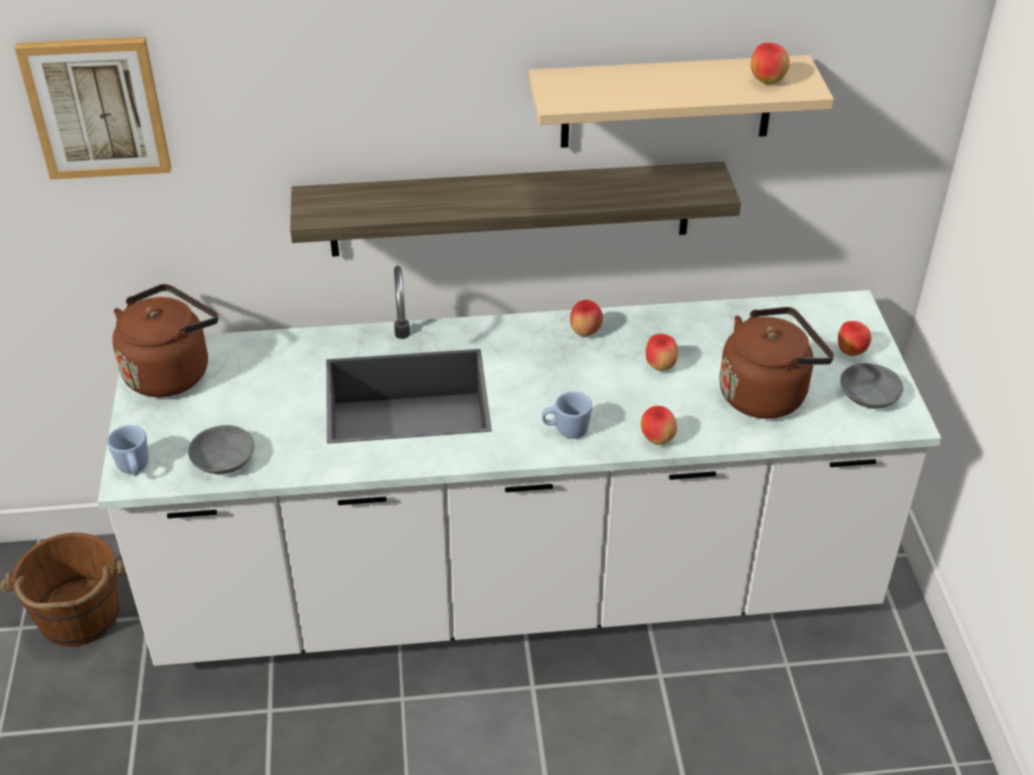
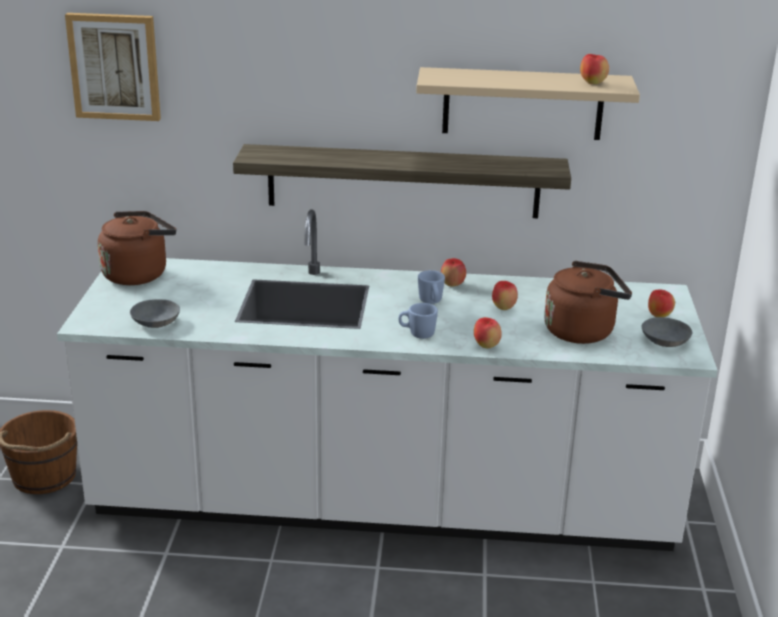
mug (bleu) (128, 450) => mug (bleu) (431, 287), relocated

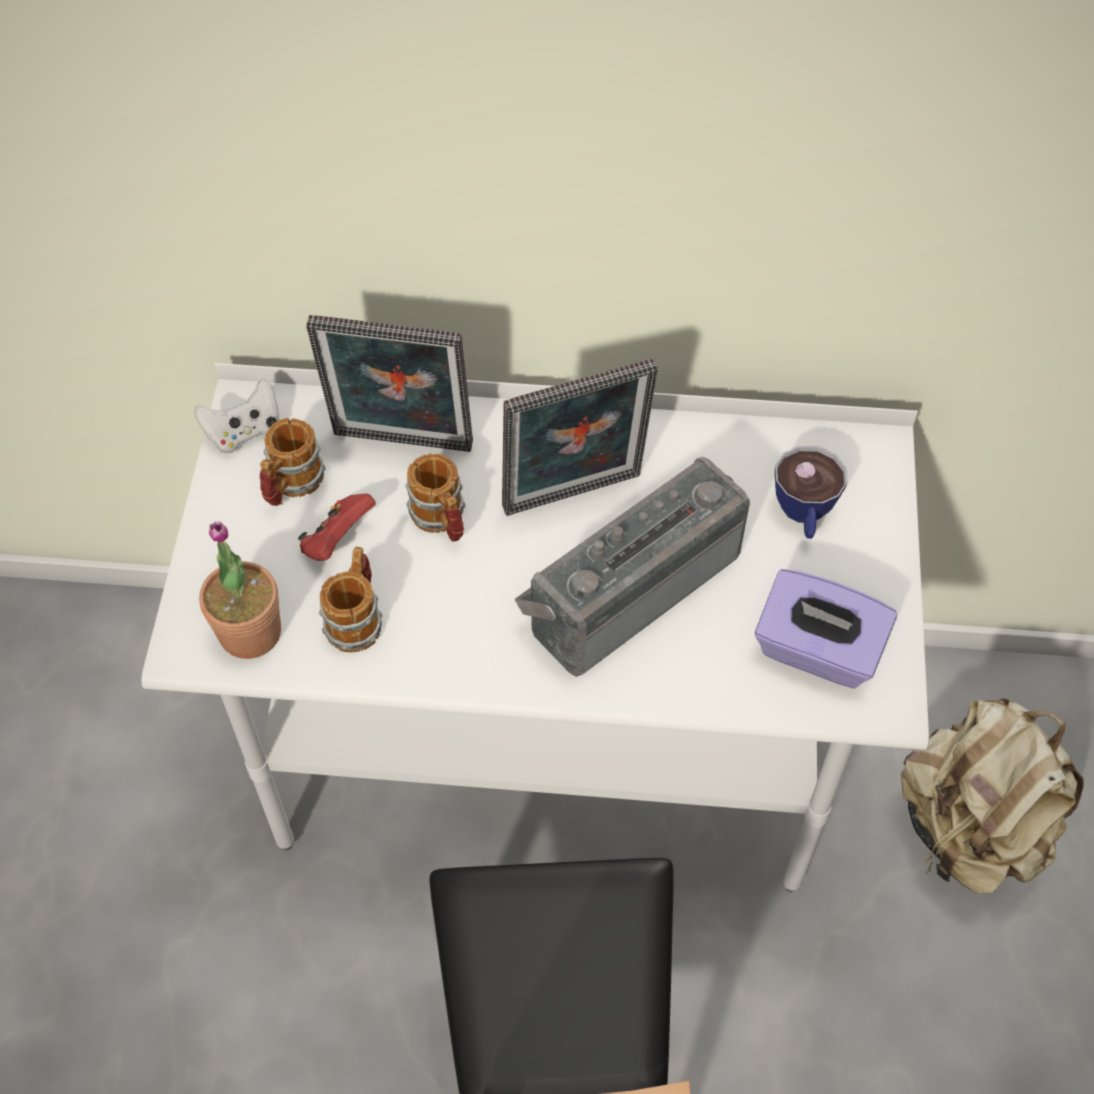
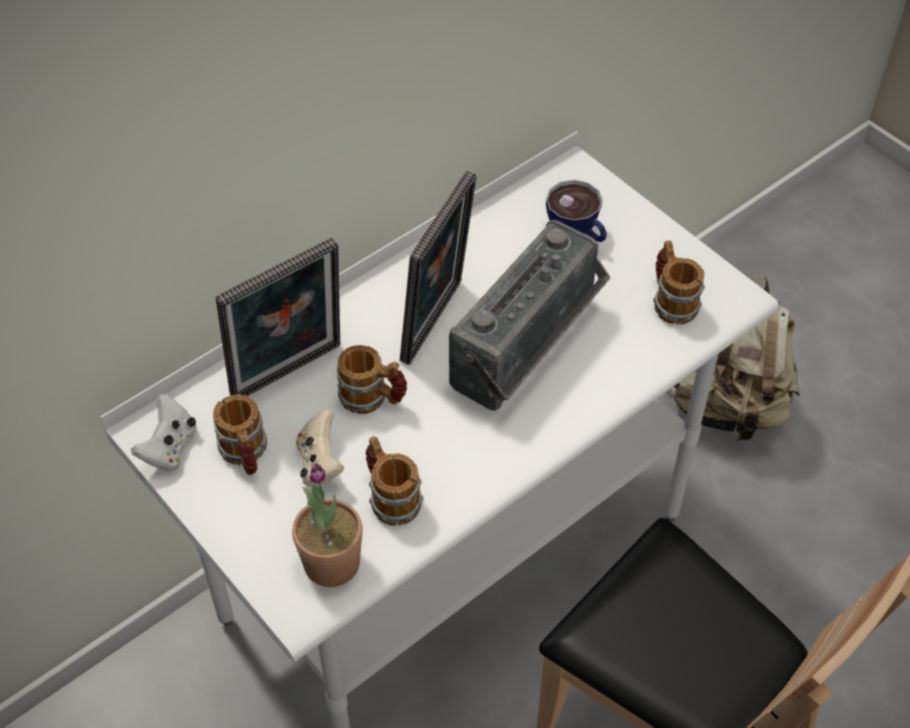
manette (rouge) (337, 527) => manette (beige) (320, 448)
radio (632, 567) => radio (529, 315), 150 degrees counterclockwise
boîte à mouchoirs (violet) (826, 628) => mug (679, 282)

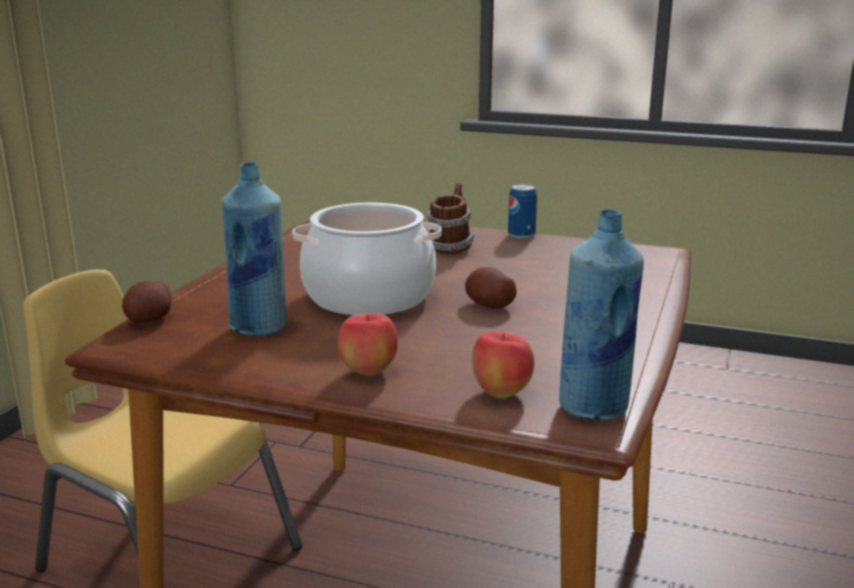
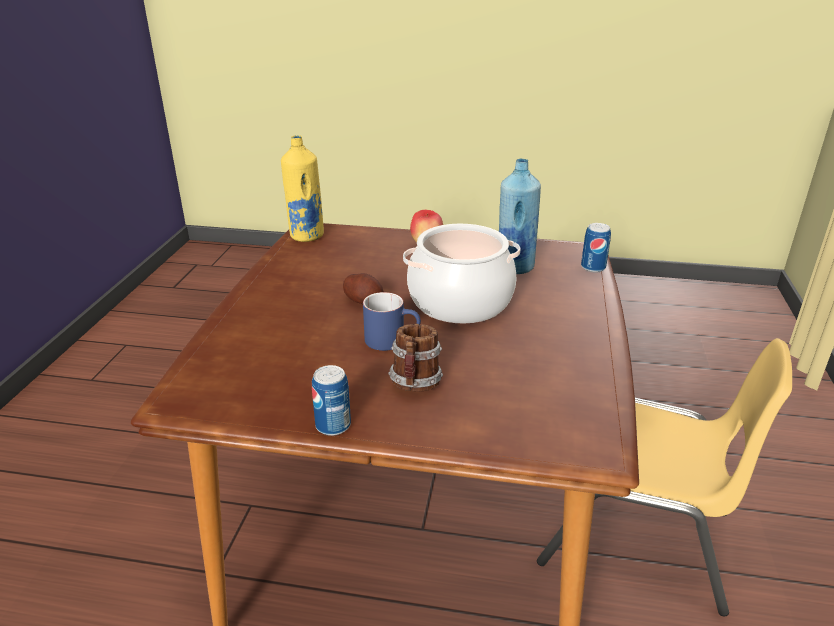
pomme de terre (147, 302) => boîte métallique (596, 248)
pomme (503, 365) => nothing
bouteille (bleu) (601, 315) => bouteille (jaune) (302, 188)
nothing => mug (bleu) (392, 321)

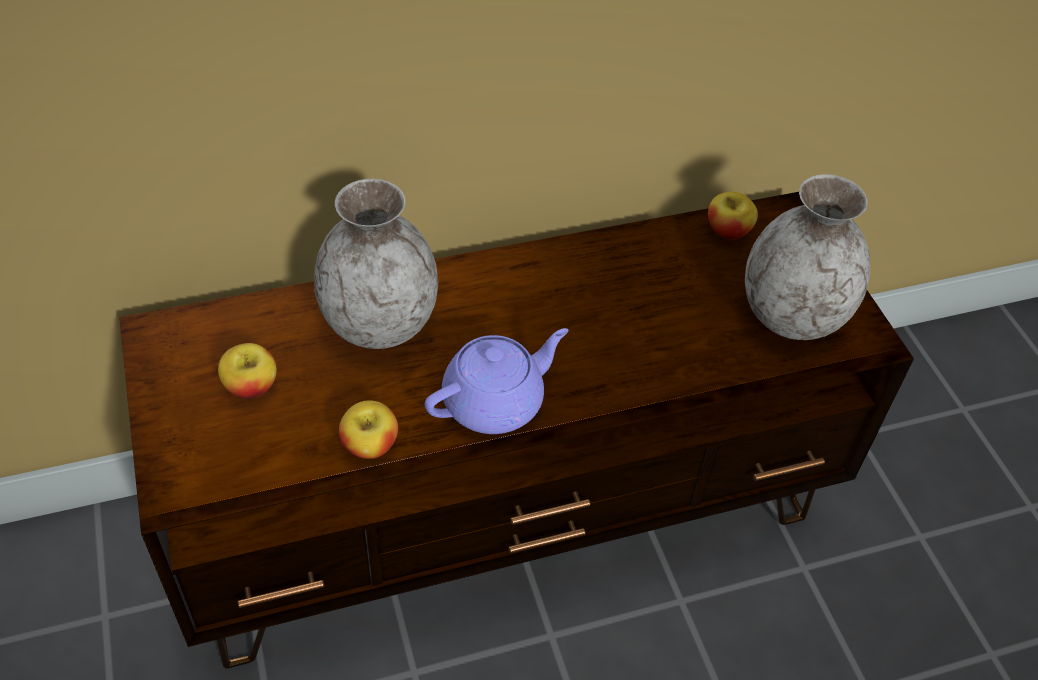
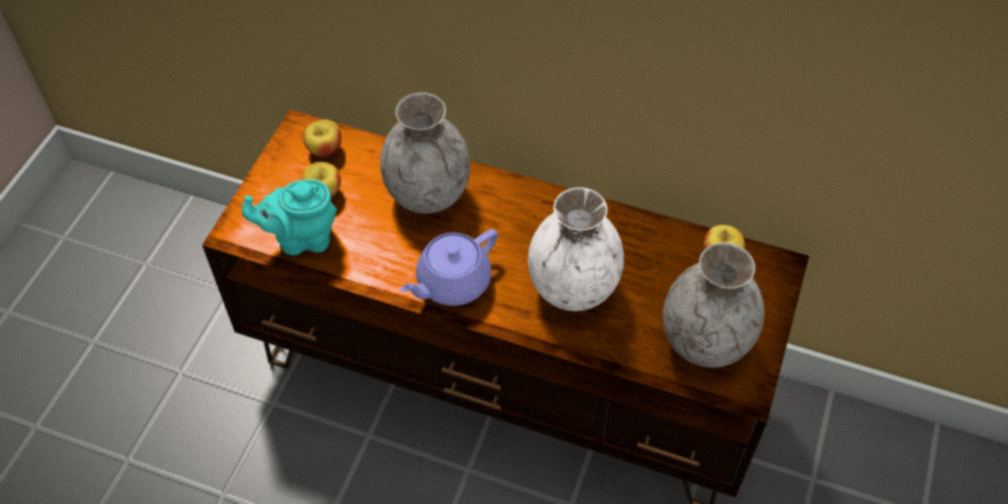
pomme (368, 429) => pomme (322, 138), relocated
théière (violet) (496, 381) => théière (violet) (449, 267), 135 degrees clockwise
nothing => théière (turquoise) (289, 217)
nothing => vase (blanc) (576, 249)

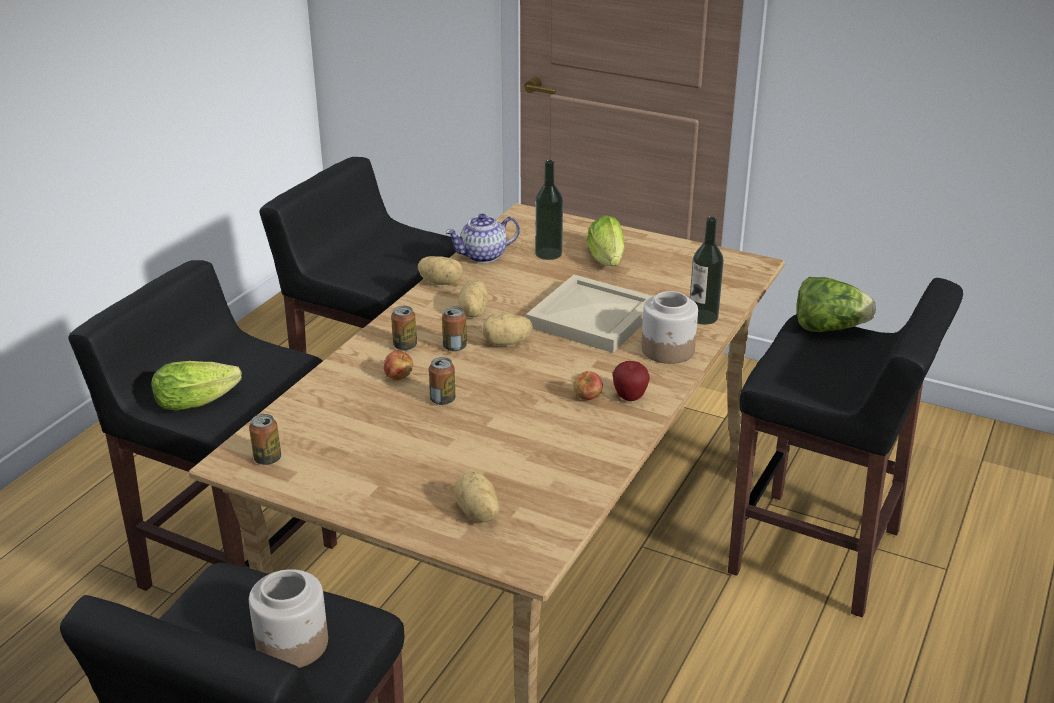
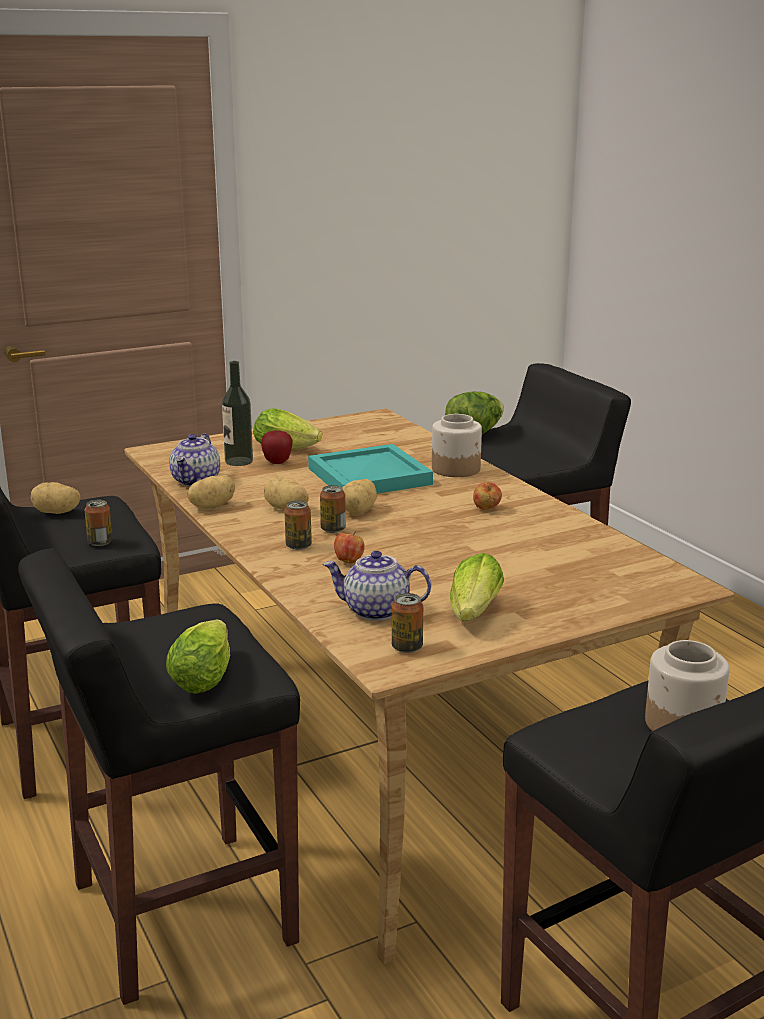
boîte métallique (442, 381) => boîte métallique (98, 523), relocated
pomme de terre (477, 497) => pomme de terre (56, 498), relocated
plateau (beige) (589, 314) => plateau (turquoise) (370, 469)
pomme (631, 381) => pomme (277, 447), relocated
bouteille (707, 271) => nothing
nothing => théière (377, 586)
nothing => laitue (477, 587)

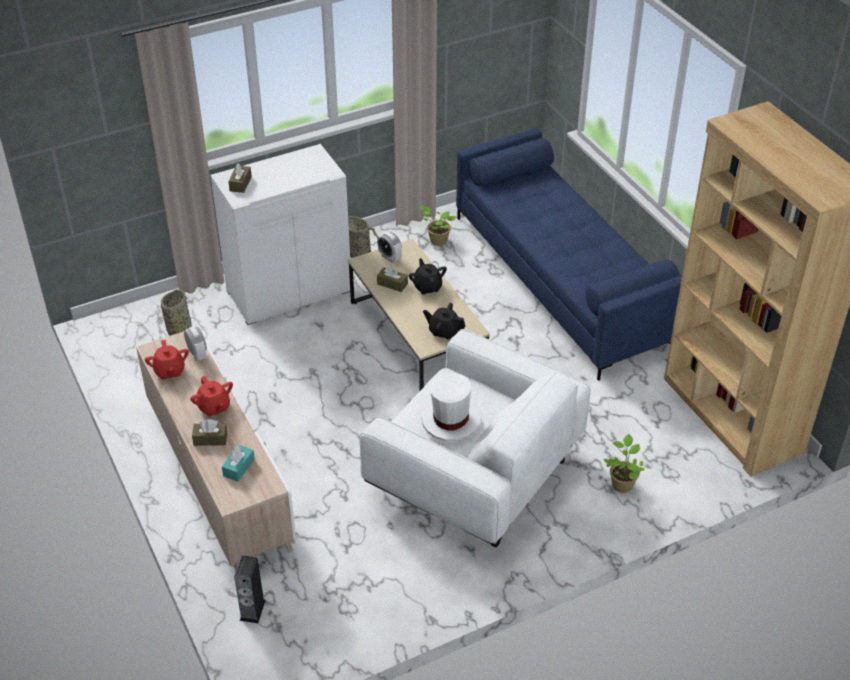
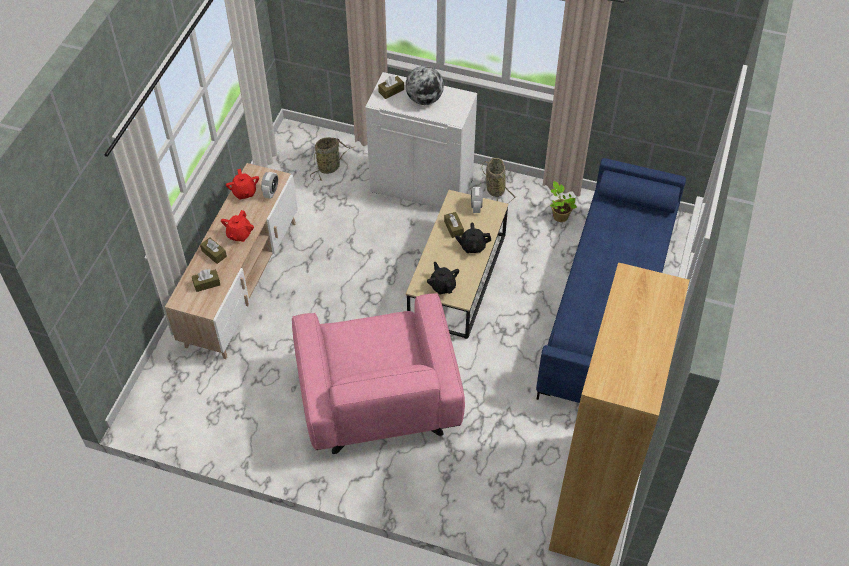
théière (rouge) (167, 360) => théière (rouge) (242, 184), 45 degrees counterclockwise
boîte à mouchoirs (turquoise) (238, 463) => boîte à mouchoirs (marron) (206, 280)
enceinte (250, 589) => nothing
fauteuil (blanc) (475, 438) => fauteuil (rose) (378, 373)
théière (noir) (428, 276) => théière (noir) (473, 238), 120 degrees counterclockwise
chapeau (blanc) (451, 407) => nothing
plante en pot (624, 463) => nothing
nothing => globe (424, 85)

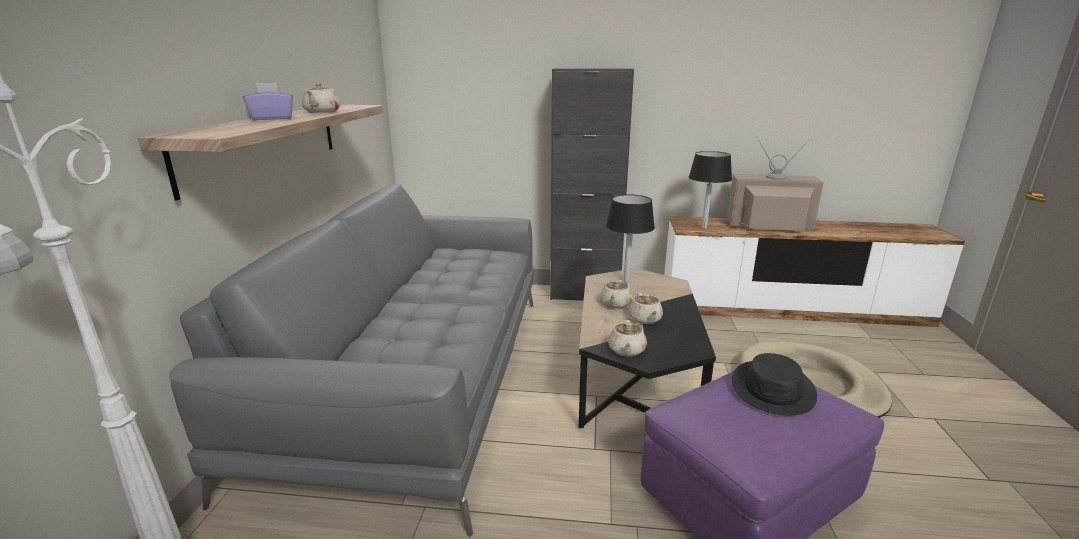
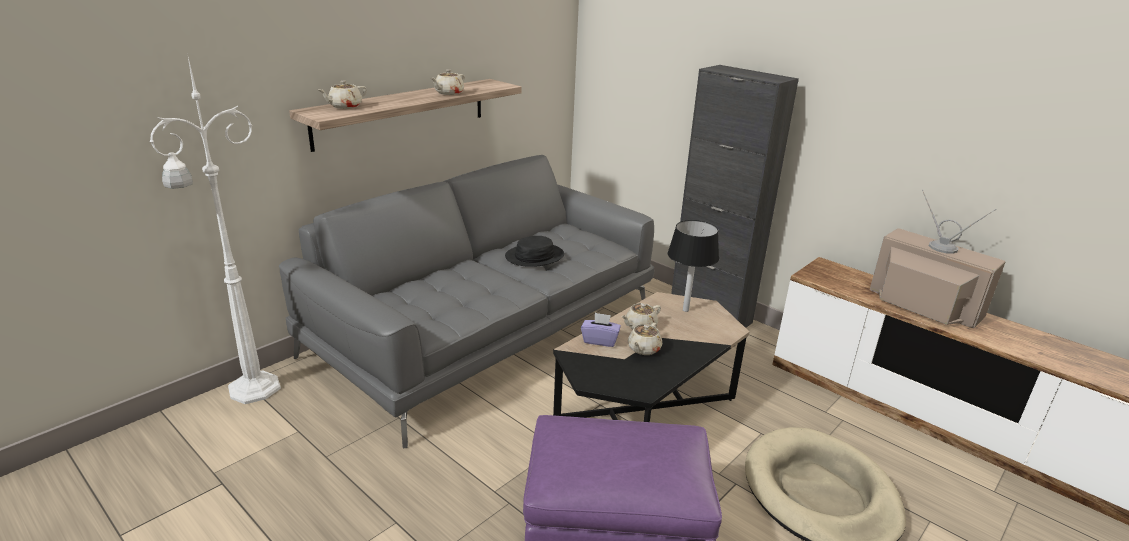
boîte à mouchoirs (violet) (268, 101) => boîte à mouchoirs (violet) (601, 330), relocated
théière (beige) (627, 338) => théière (beige) (342, 95), relocated
lampe de table (noir) (710, 189) => nothing
chapeau (noir) (774, 384) => chapeau (noir) (534, 251), relocated

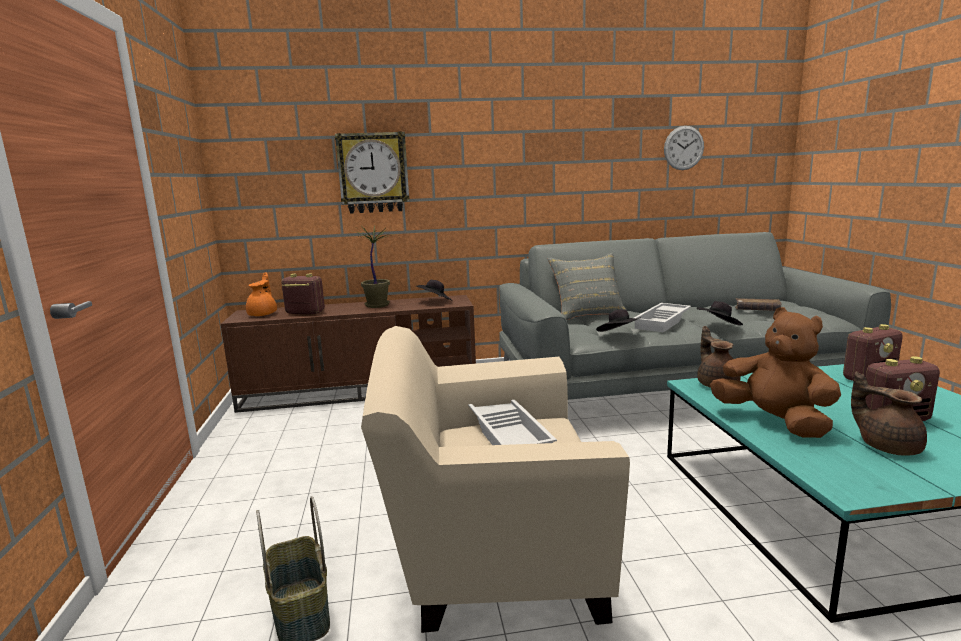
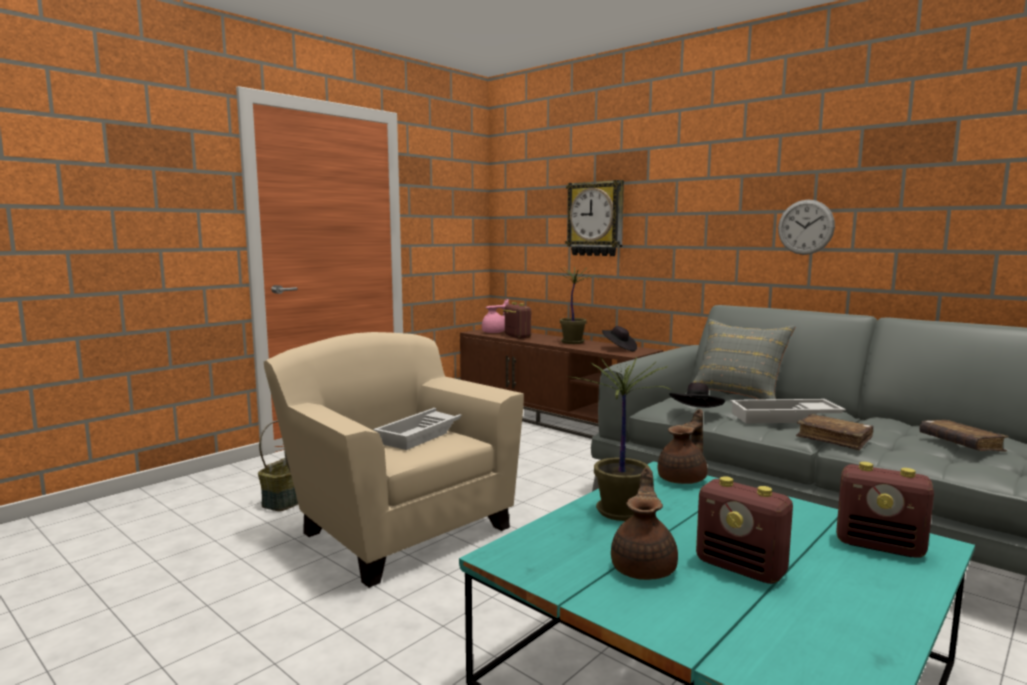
théière (orange) (261, 294) => théière (rose) (495, 316)
horloge murale (684, 148) => horloge murale (806, 227), relocated
chapeau (noir) (720, 313) => livre (marron) (835, 432)
peluche (marron) (775, 372) => plante en pot (622, 439)

